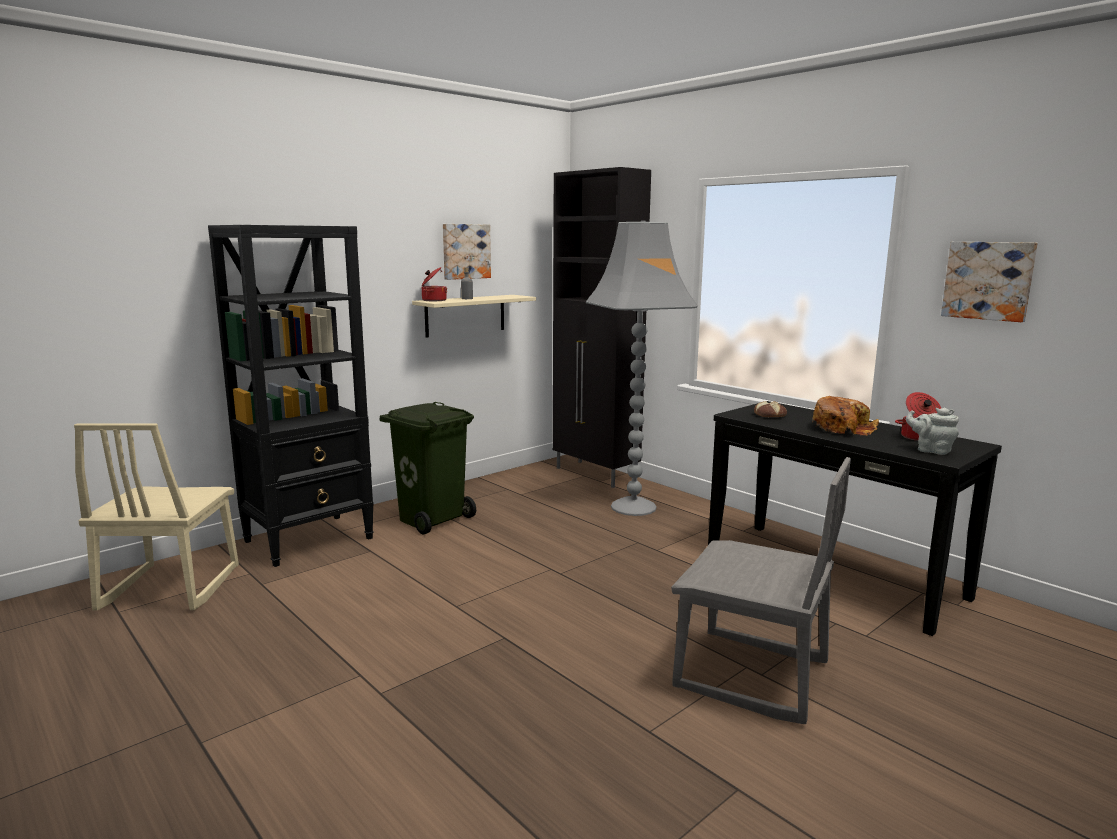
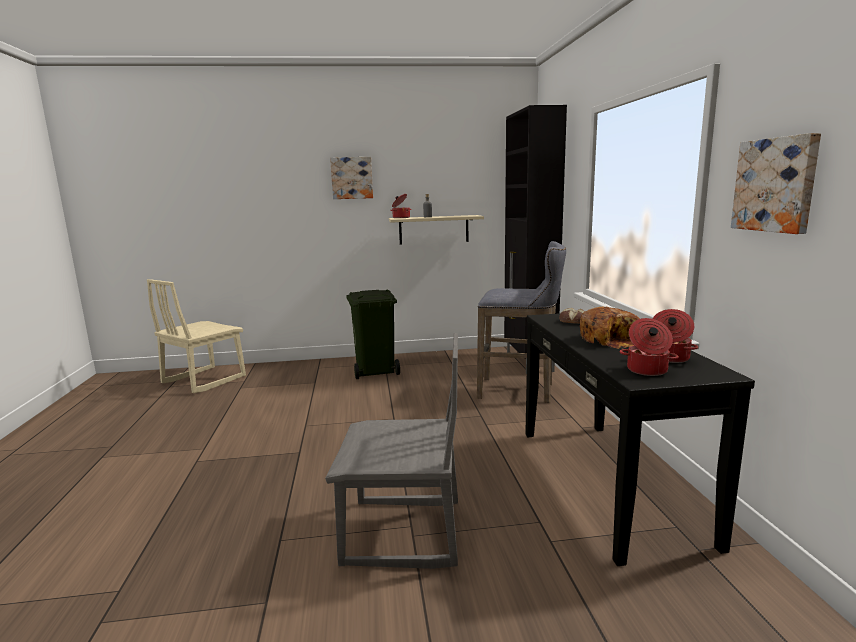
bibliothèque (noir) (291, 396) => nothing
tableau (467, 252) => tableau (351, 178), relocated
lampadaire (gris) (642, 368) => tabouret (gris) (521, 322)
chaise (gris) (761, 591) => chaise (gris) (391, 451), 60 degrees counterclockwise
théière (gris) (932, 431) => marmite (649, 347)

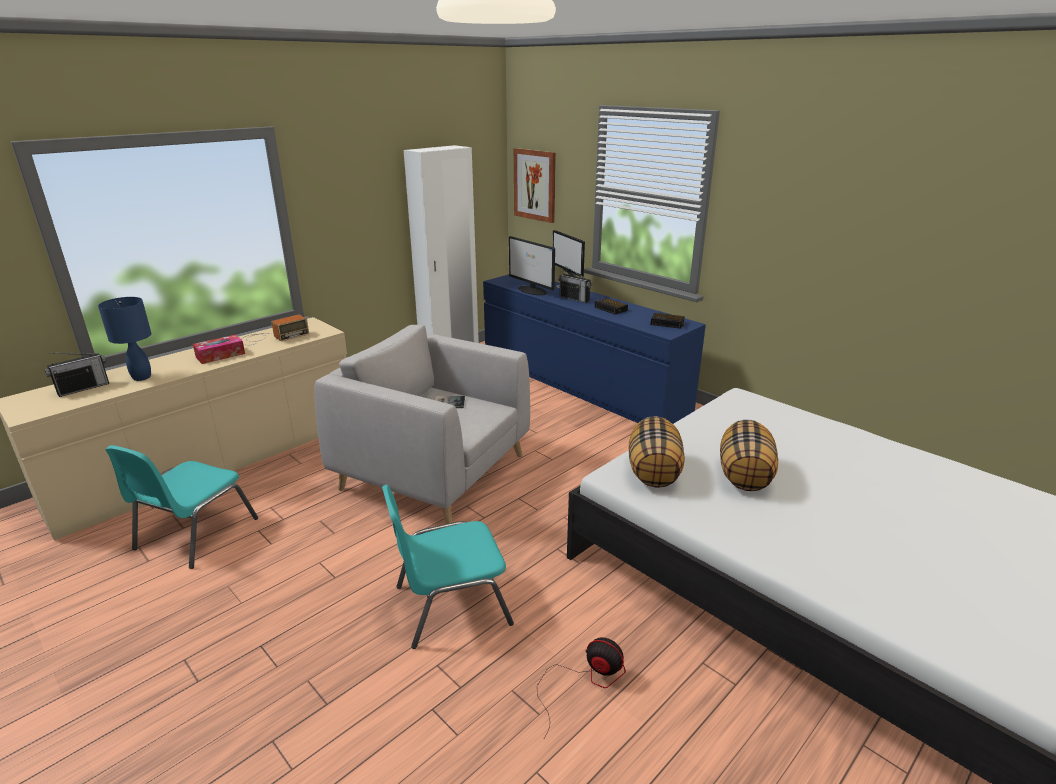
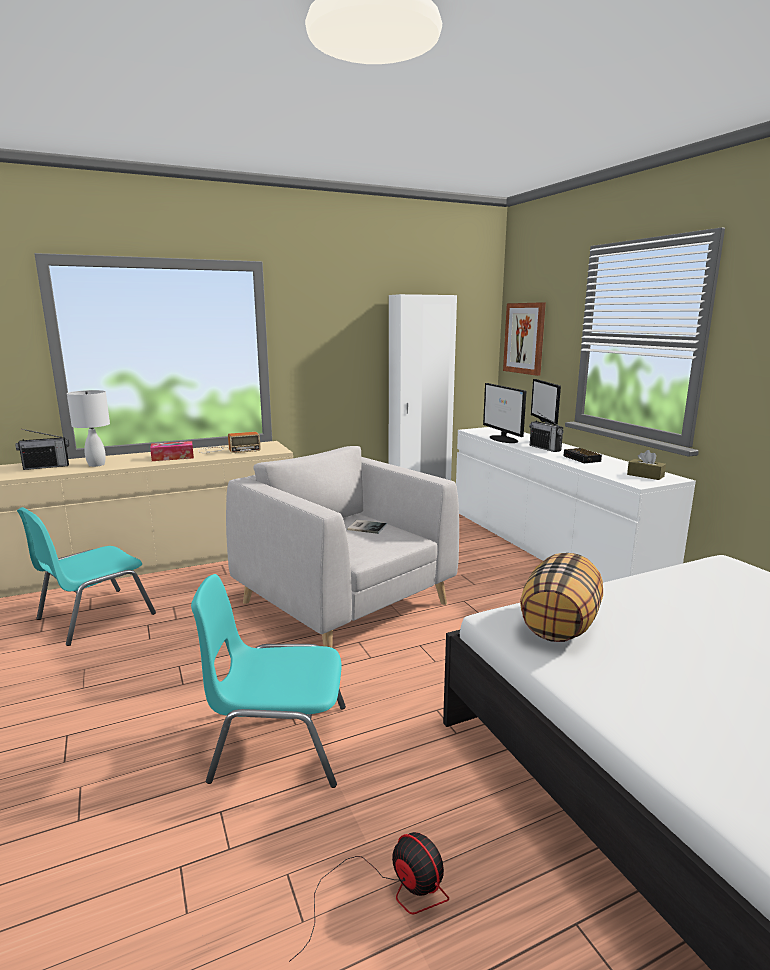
lampe de table (bleu) (124, 339) => lampe de table (blanc) (88, 428)
commode (bleu) (594, 349) => commode (blanc) (576, 505)
réveil (668, 321) => boîte à mouchoirs (marron) (646, 465)
coussin (749, 455) => nothing

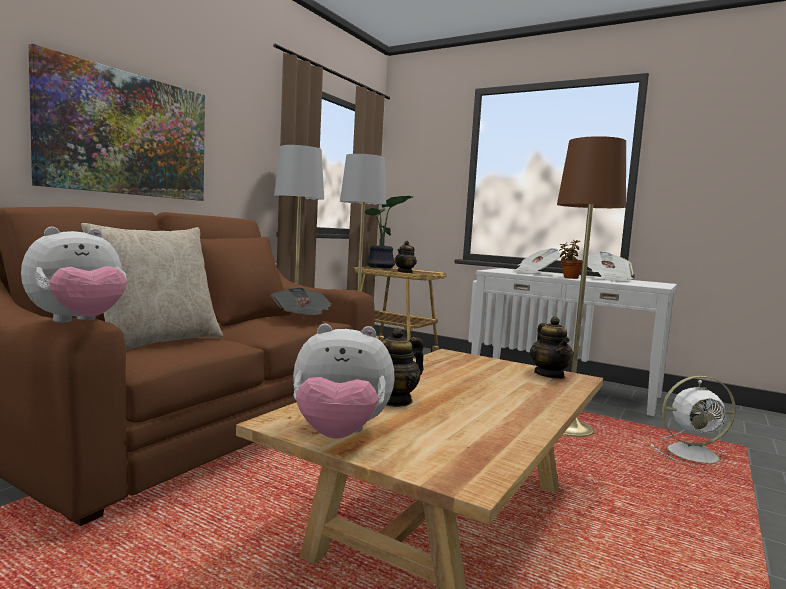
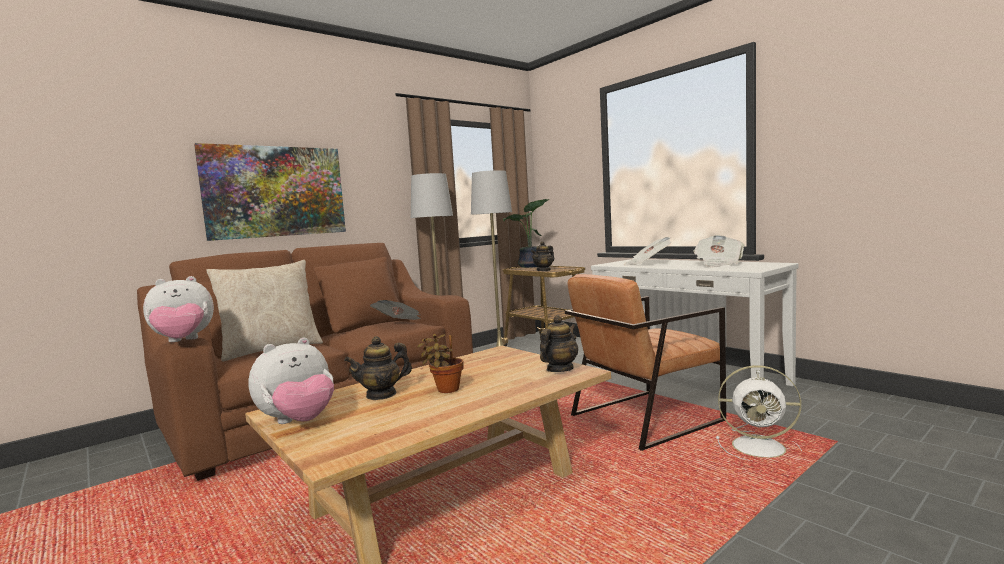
peluche (344, 381) => peluche (291, 380), 60 degrees counterclockwise
théière (552, 347) => théière (559, 343), 150 degrees counterclockwise
lampadaire (marron) (591, 286) => fauteuil (marron) (645, 362)
plante en pot (571, 259) => plante en pot (440, 363), relocated

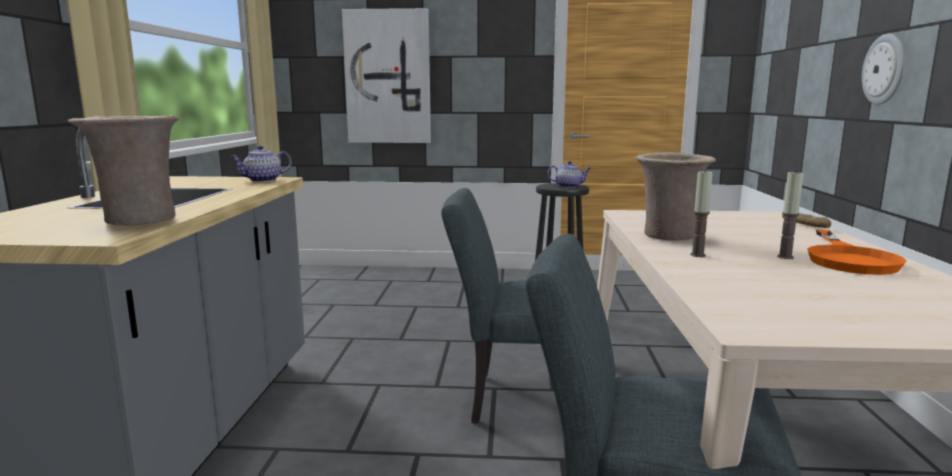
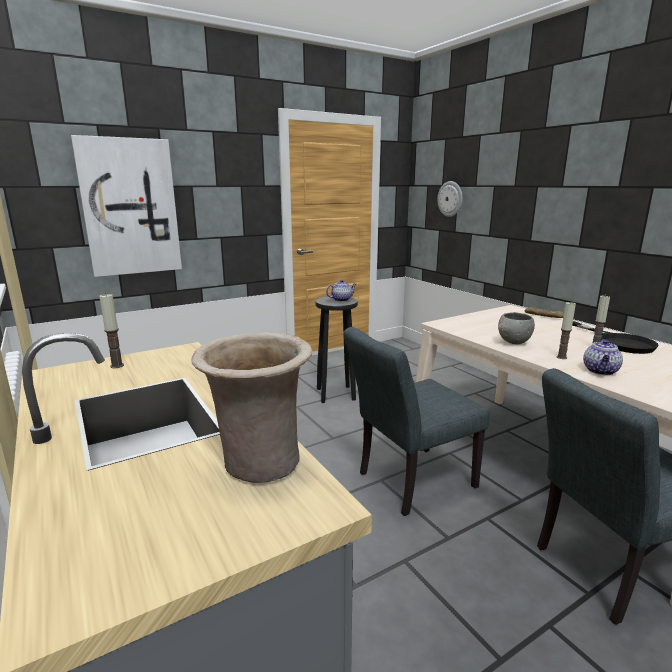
théière (261, 163) => théière (603, 357), relocated
vase (beige) (676, 196) => bol (gris) (516, 328)
poêle (orange) (856, 252) => poêle (noir) (615, 337)
horloge murale (883, 69) => horloge murale (450, 199), relocated
nothing => bougie (111, 330)

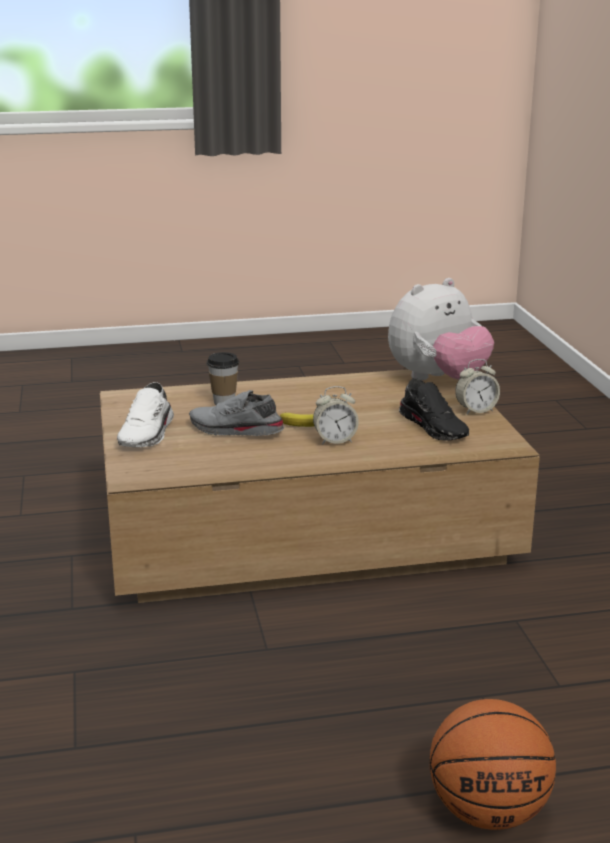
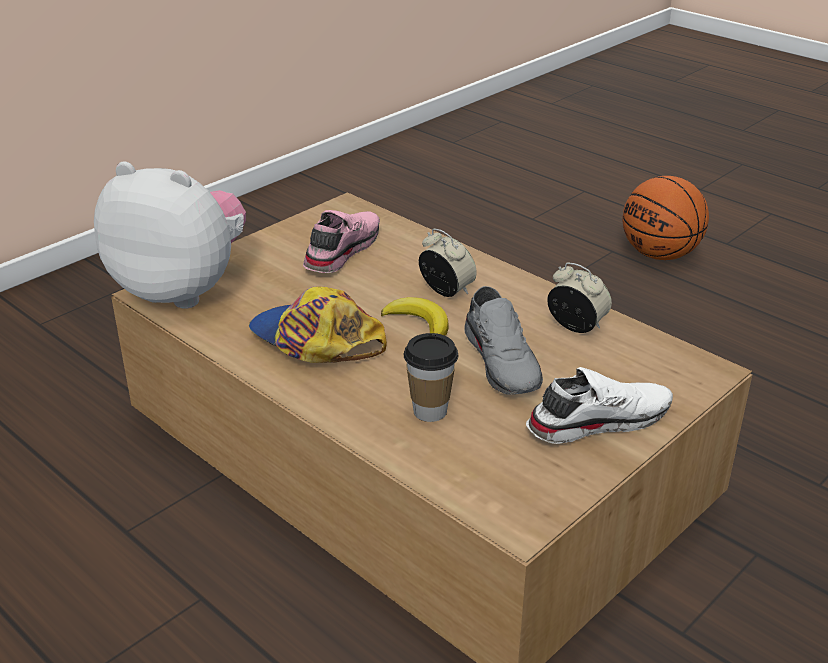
chaussure (noir) (434, 409) => chaussure (rose) (341, 241)
réveil (477, 387) => réveil (579, 298), relocated
nothing => casquette (318, 324)

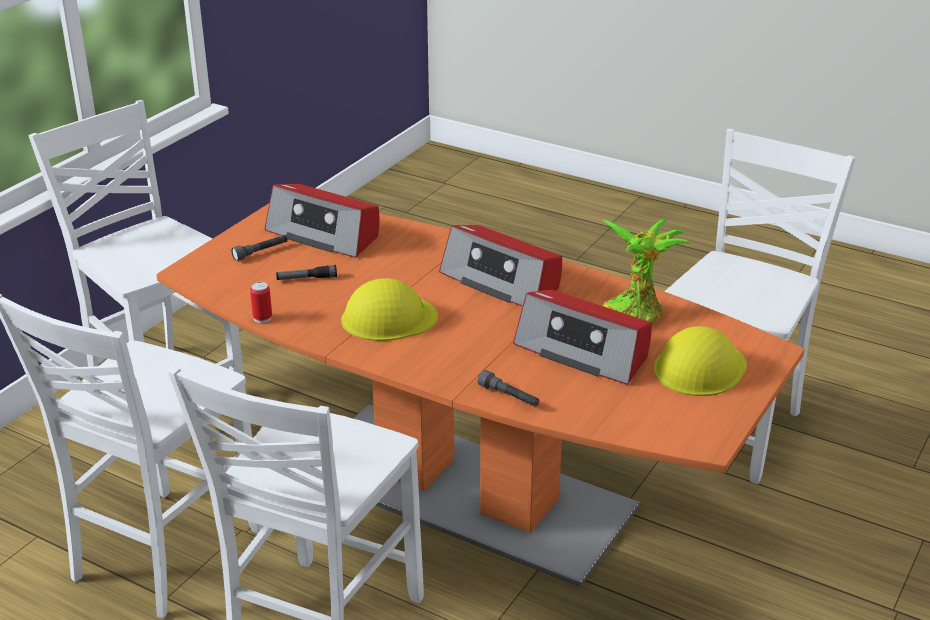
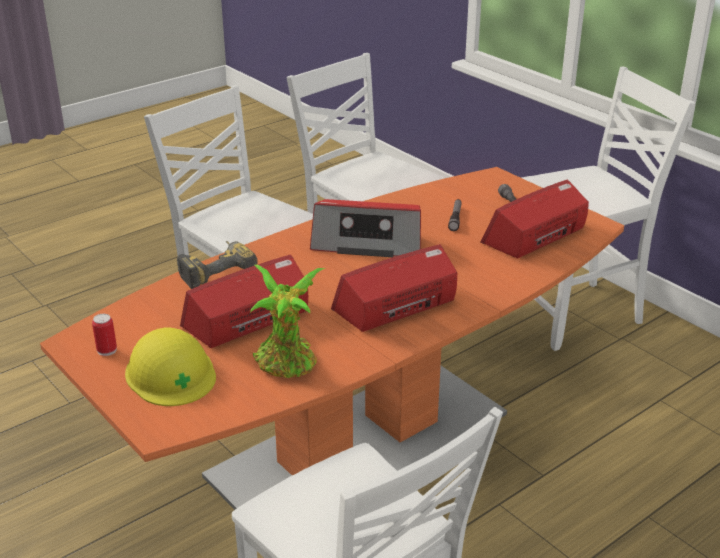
boîte métallique (261, 302) => boîte métallique (104, 335), relocated
casque de chantier (jaune) (389, 309) => radio (365, 228)
lampe de poche (gris) (508, 388) => perceuse (217, 265)

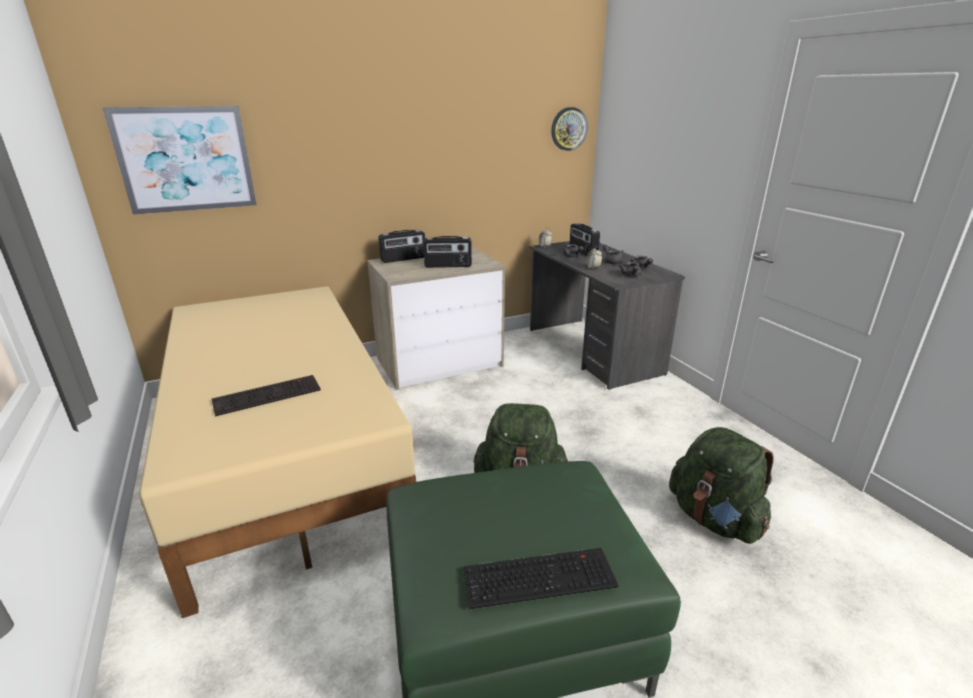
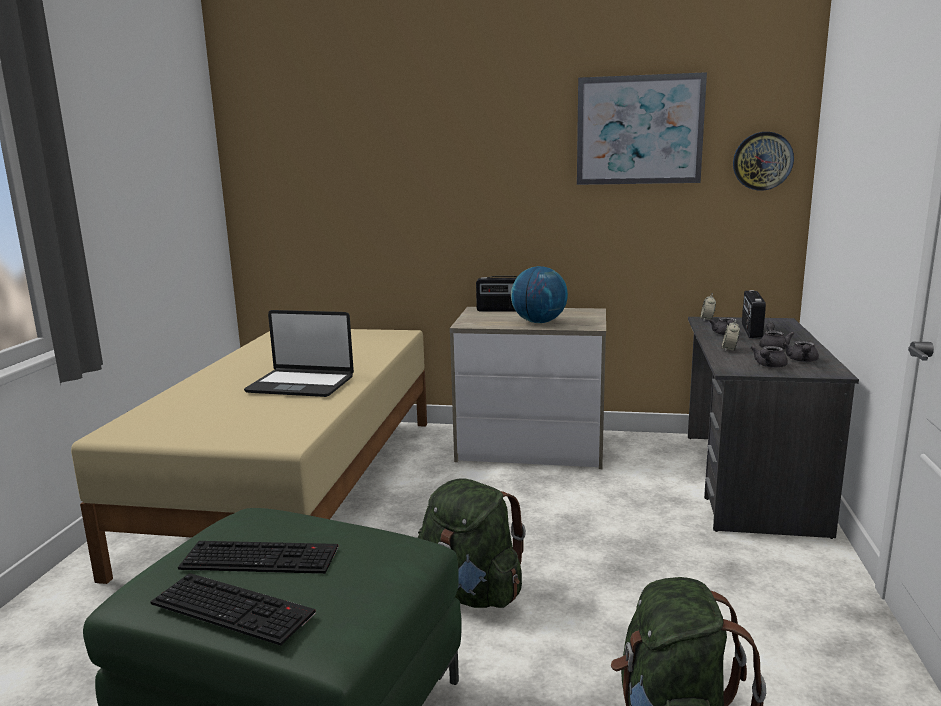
tableau (180, 160) => tableau (642, 128), relocated
clavier (266, 396) => clavier (258, 557), relocated
radio (447, 252) => globe (539, 294)
nothing => ordinateur portable (299, 353)

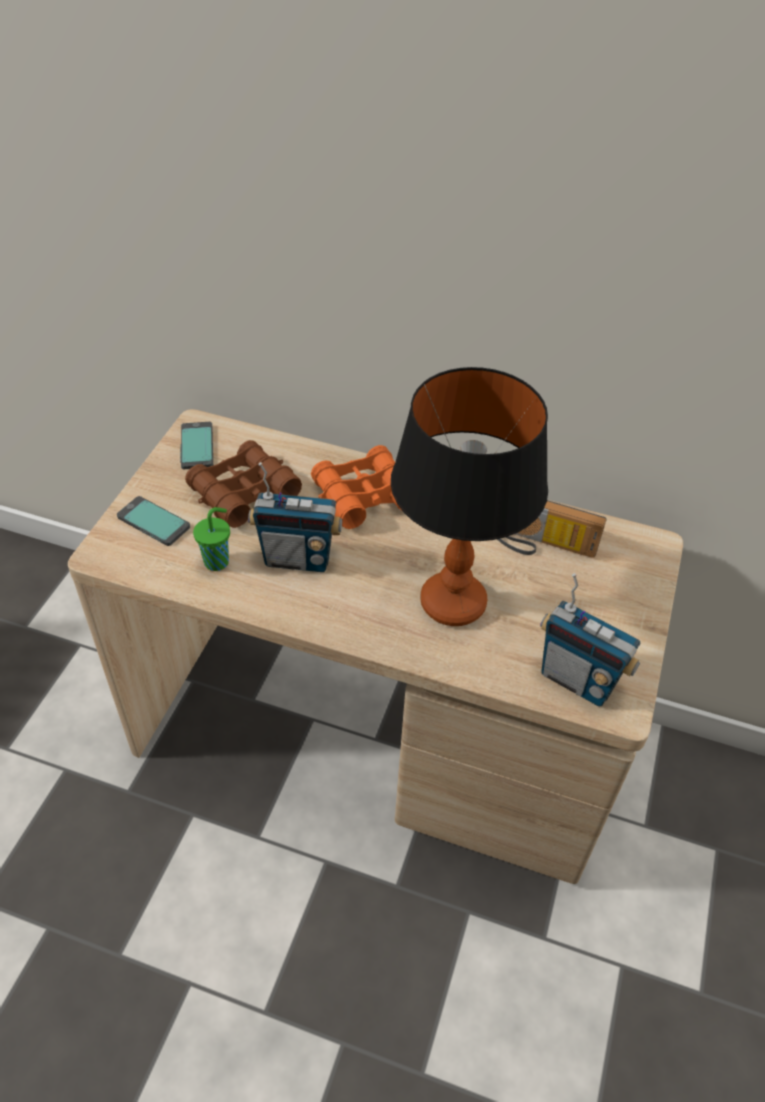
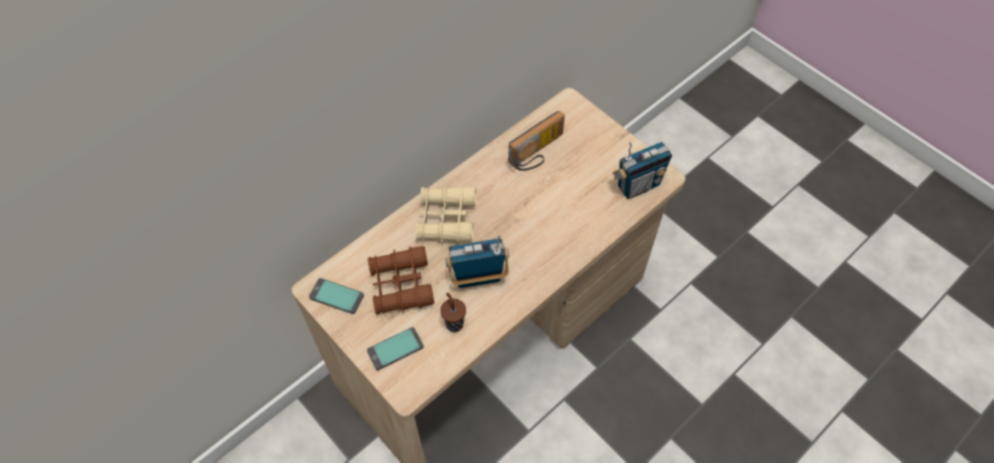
tasse (vert) (211, 539) => tasse (marron) (453, 312)
radio (295, 517) => radio (477, 261), 135 degrees counterclockwise
jumelles (orange) (356, 487) => jumelles (beige) (446, 214)
lampe de table (469, 496) => nothing

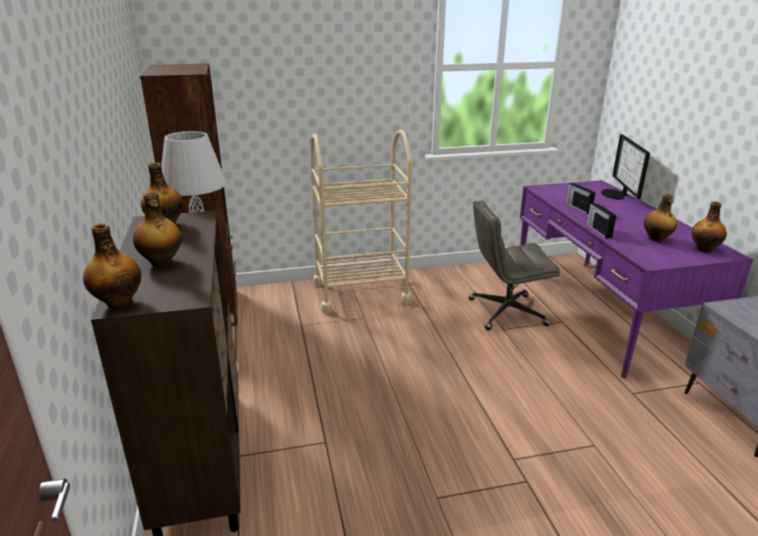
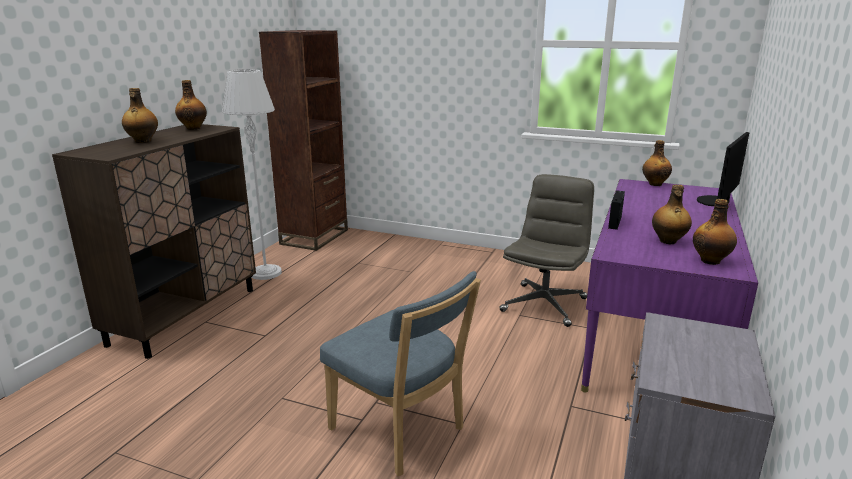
bouteille (112, 266) => bouteille (657, 163), relocated
chariot (beige) (361, 222) => nothing
chaise de bureau (gris) (514, 265) => chaise de bureau (gris) (546, 250), 90 degrees clockwise
radio (580, 198) => nothing
nothing => chaise (bleu) (400, 373)

